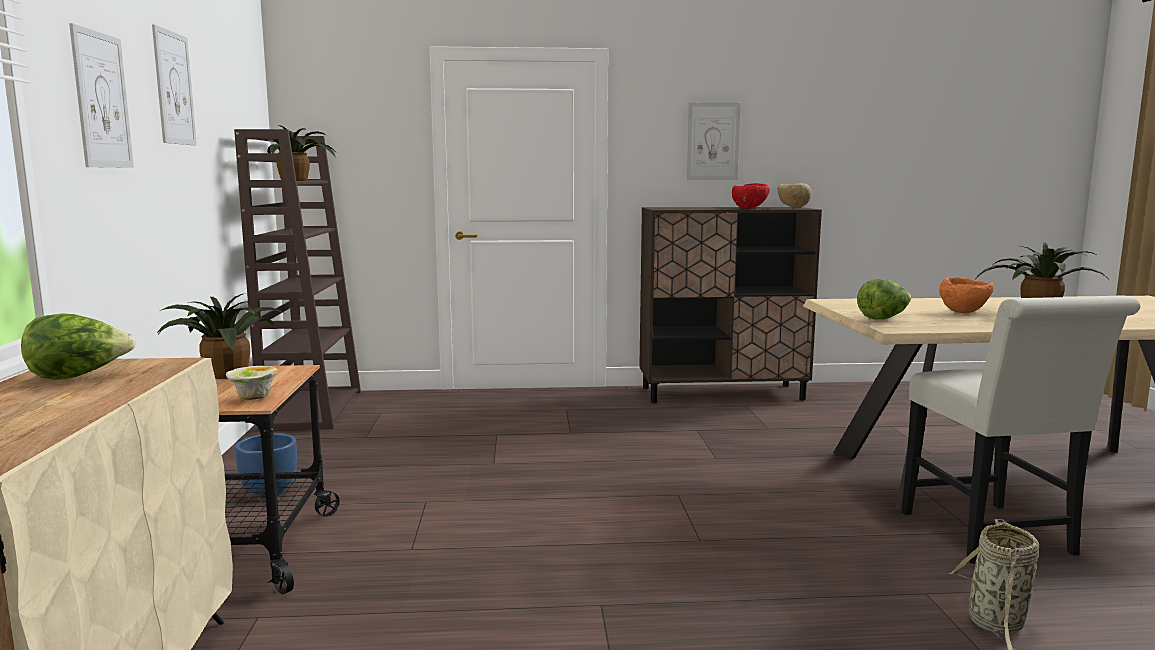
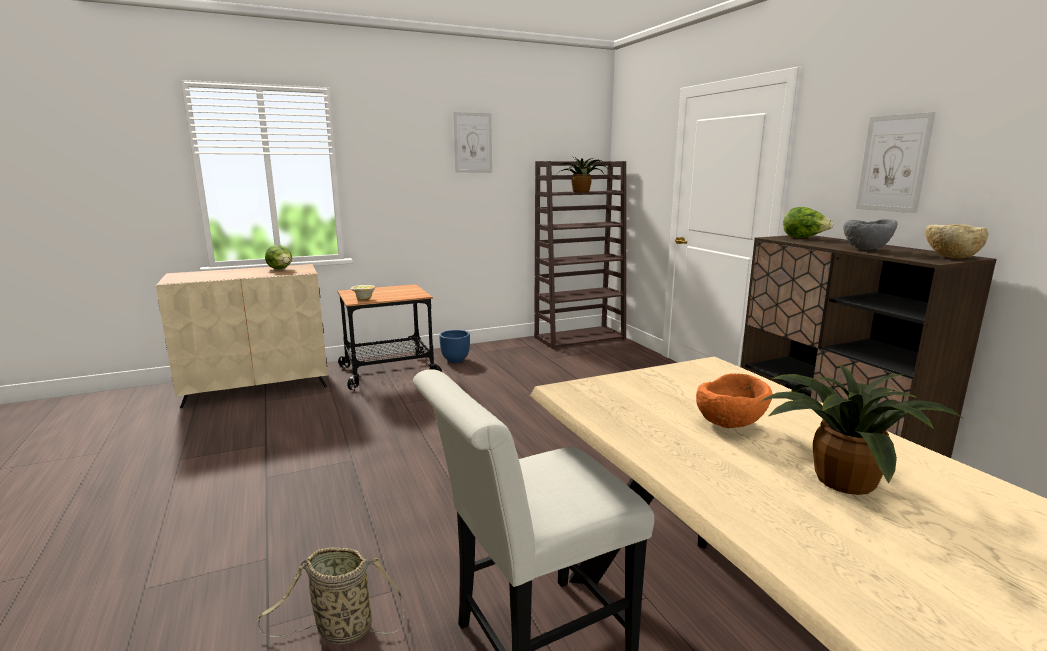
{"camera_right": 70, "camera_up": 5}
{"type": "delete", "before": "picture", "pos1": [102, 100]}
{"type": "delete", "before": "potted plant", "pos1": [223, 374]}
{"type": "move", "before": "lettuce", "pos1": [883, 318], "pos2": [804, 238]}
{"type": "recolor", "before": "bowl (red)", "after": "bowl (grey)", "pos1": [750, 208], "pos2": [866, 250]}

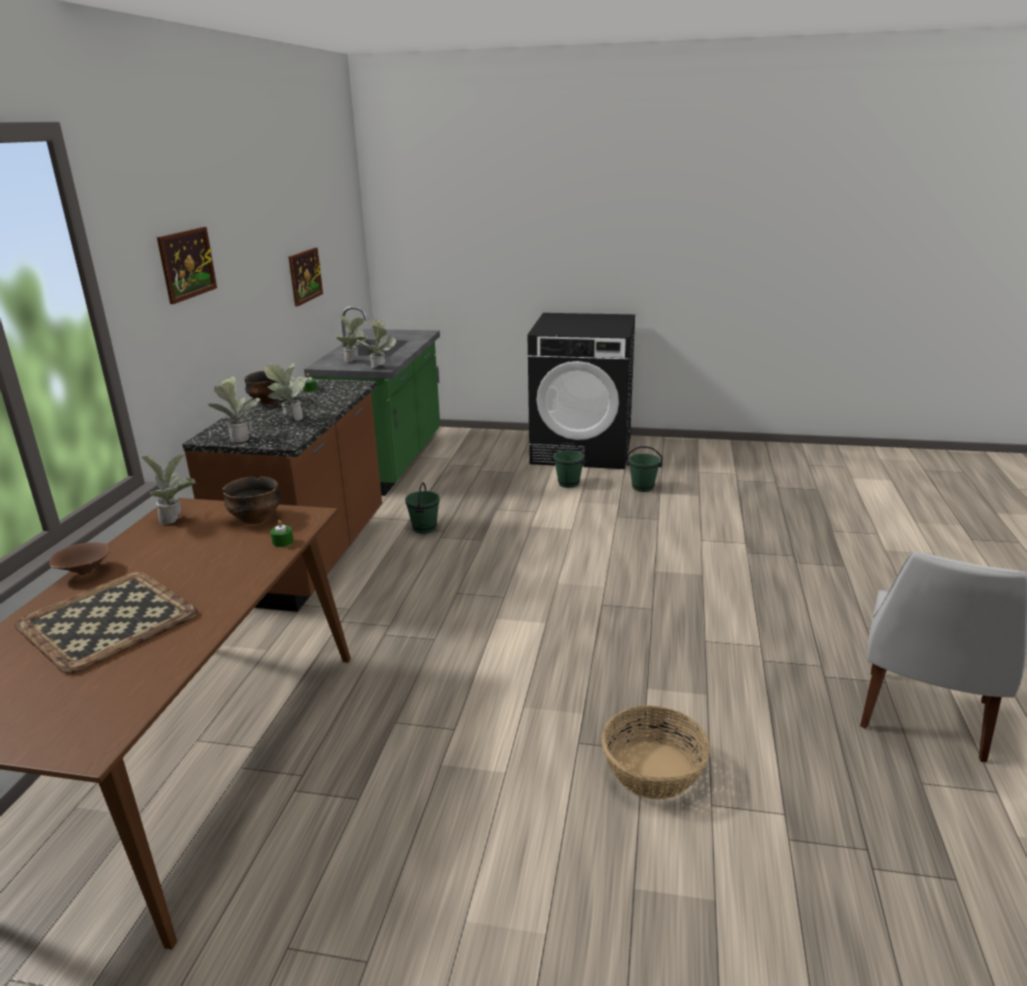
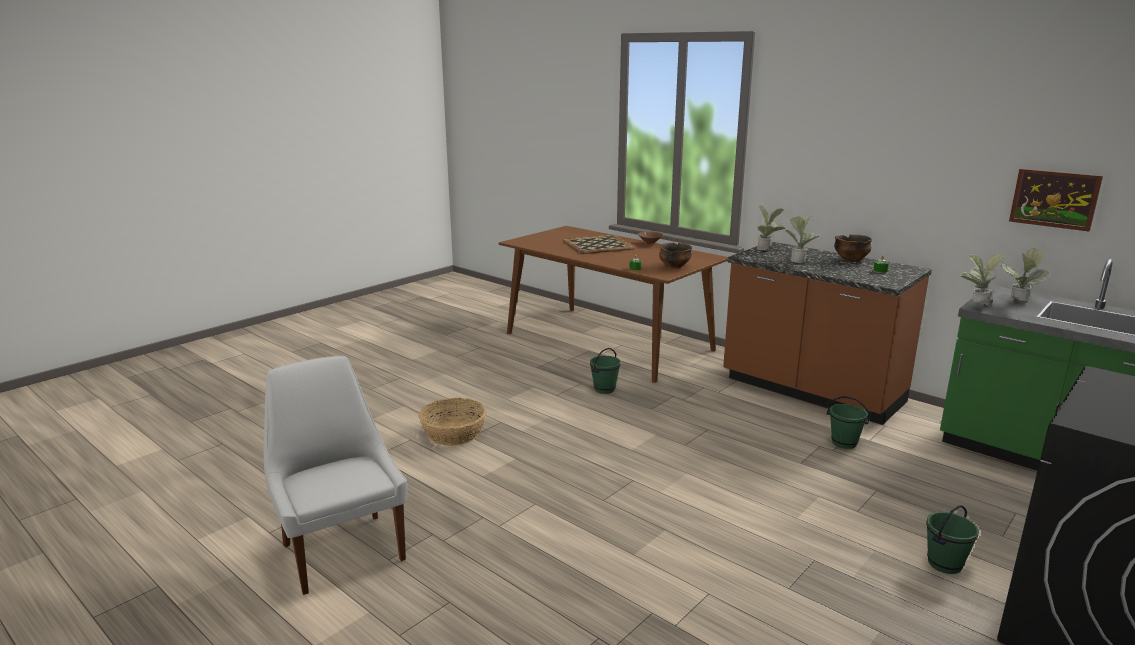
{"camera_right": 120, "camera_up": -5}
{"type": "delete", "before": "potted plant", "pos1": [176, 518]}
{"type": "delete", "before": "picture", "pos1": [187, 264]}
{"type": "move", "before": "bucket (green)", "pos1": [643, 487], "pos2": [605, 389]}

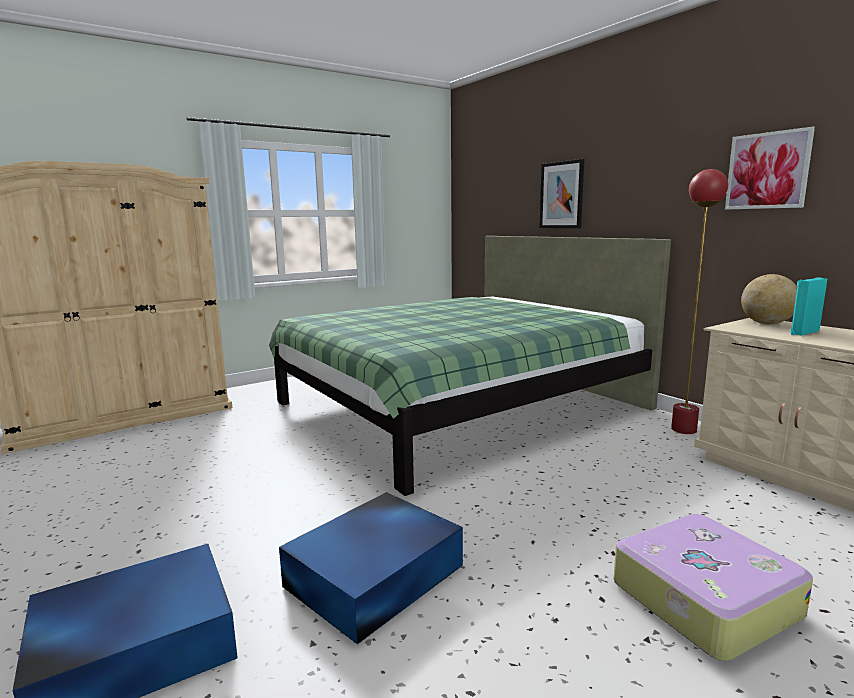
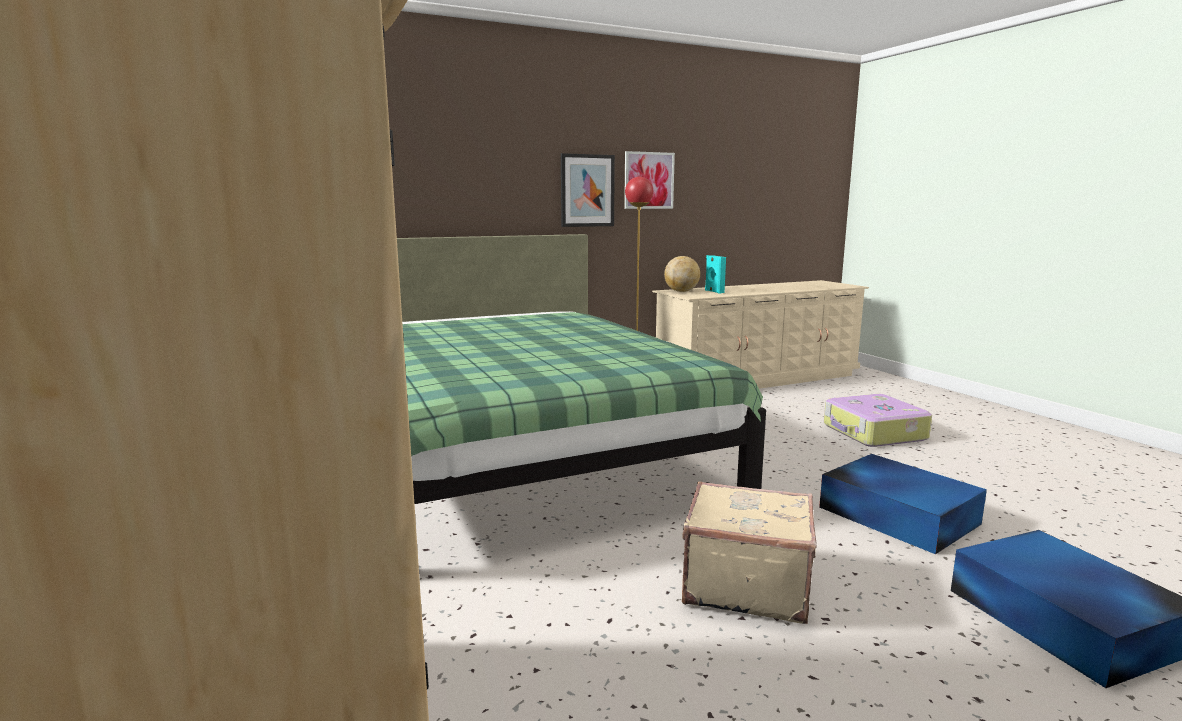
{"camera_right": -80, "camera_up": 0}
{"type": "insert", "after": "suitcase (beige)", "pos2": [745, 584]}
{"type": "move", "before": "picture", "pos1": [561, 195], "pos2": [587, 190]}

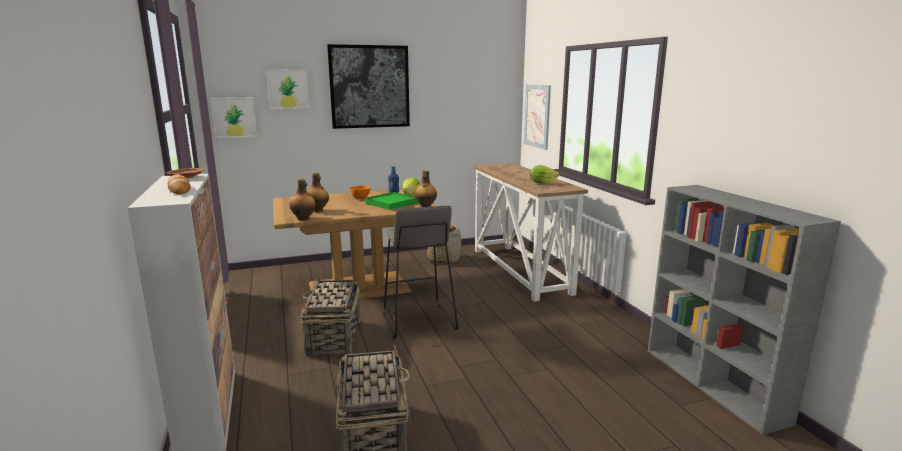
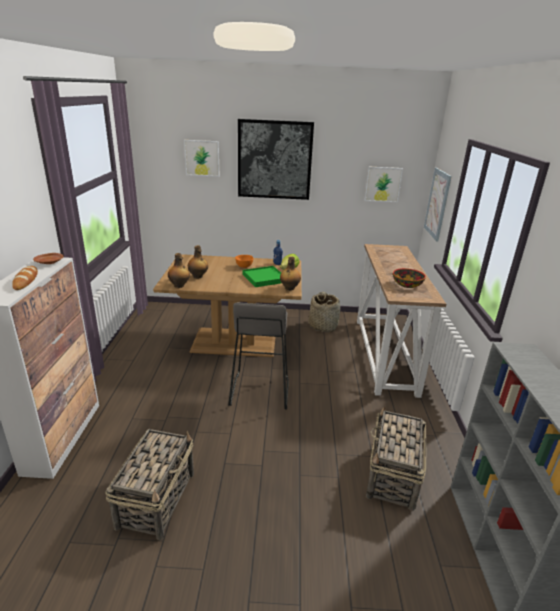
{"camera_right": 20, "camera_up": 10}
{"type": "move", "before": "picture", "pos1": [234, 117], "pos2": [383, 184]}
{"type": "move", "before": "basket", "pos1": [334, 338], "pos2": [392, 476]}
{"type": "replace", "before": "lettuce", "after": "bowl", "pos1": [542, 183], "pos2": [406, 285]}

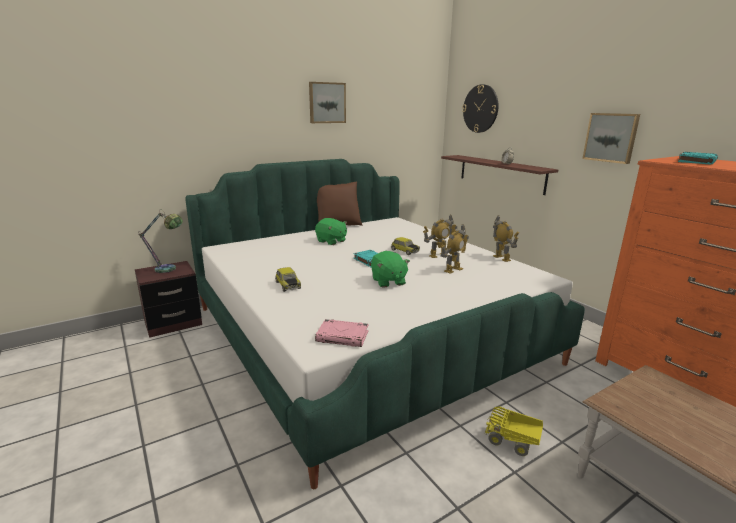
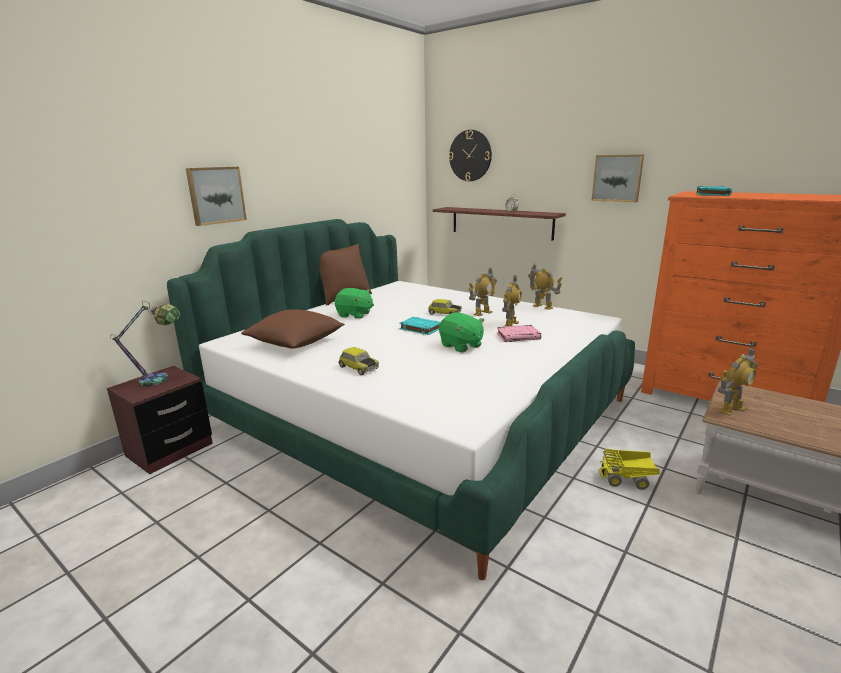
{"camera_right": -20, "camera_up": 0}
{"type": "insert", "after": "pillow (brown)", "pos2": [296, 343]}
{"type": "insert", "after": "toy robot", "pos2": [731, 409]}
{"type": "move", "before": "picture", "pos1": [326, 103], "pos2": [215, 195]}
{"type": "move", "before": "book (pink)", "pos1": [343, 336], "pos2": [518, 336]}

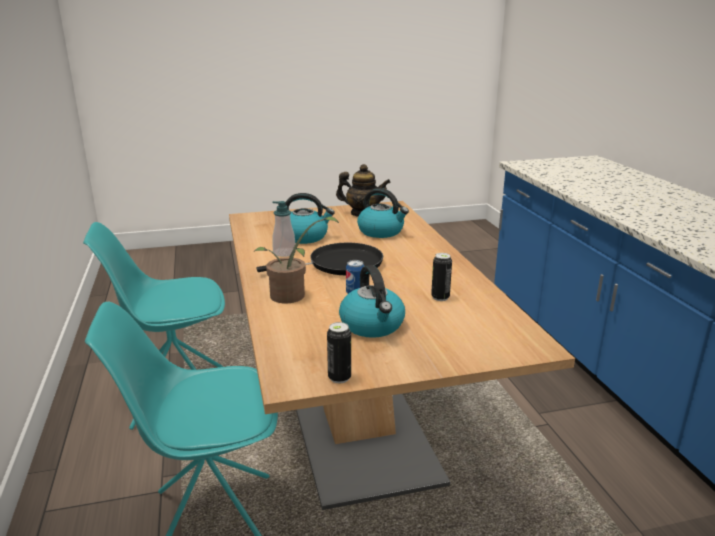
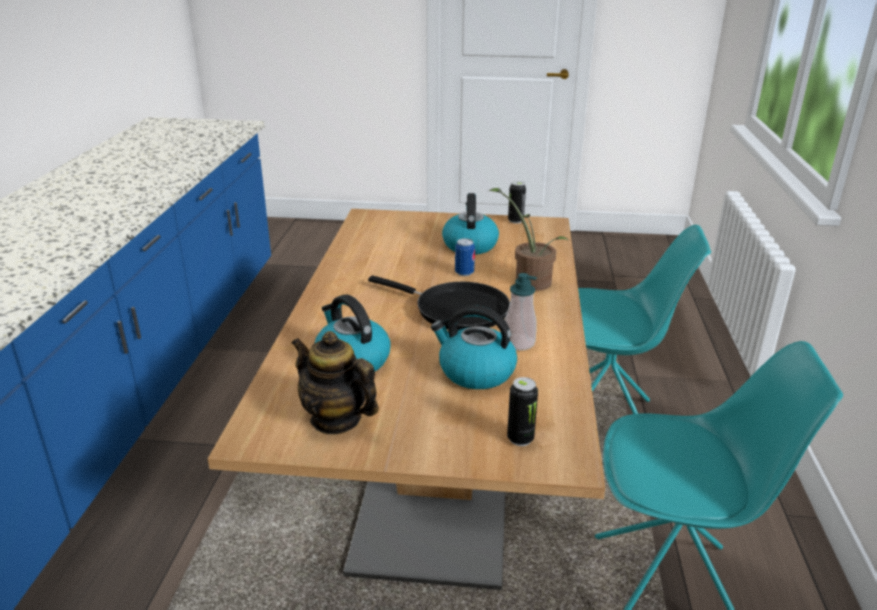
{"camera_right": -160, "camera_up": 5}
{"type": "move", "before": "can", "pos1": [440, 297], "pos2": [520, 439]}
{"type": "rotate", "before": "frying pan (black)", "pos1": [340, 264], "pos2": [456, 310], "turn": -150}

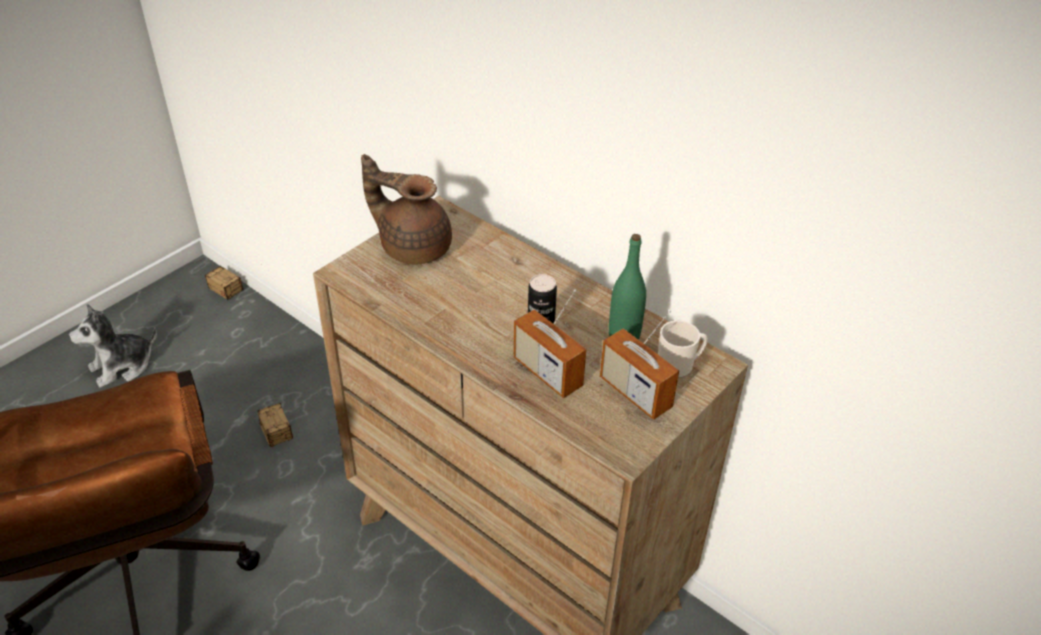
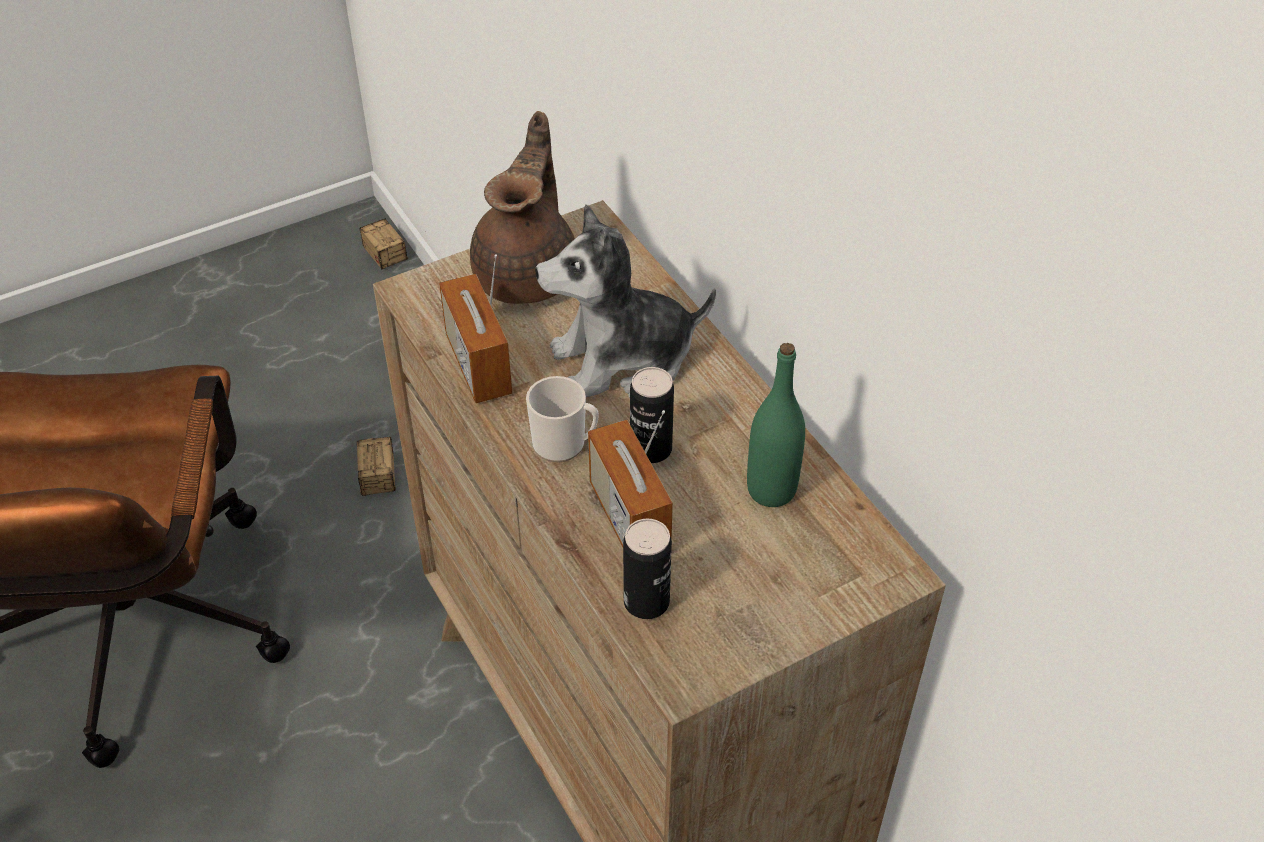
{"camera_right": 20, "camera_up": 5}
{"type": "insert", "after": "can", "pos2": [646, 602]}
{"type": "move", "before": "plush toy", "pos1": [122, 366], "pos2": [622, 362]}
{"type": "move", "before": "radio", "pos1": [635, 393], "pos2": [478, 365]}
{"type": "move", "before": "mug", "pos1": [679, 366], "pos2": [564, 444]}
{"type": "rotate", "before": "teapot (brown)", "pos1": [413, 246], "pos2": [529, 273], "turn": 60}

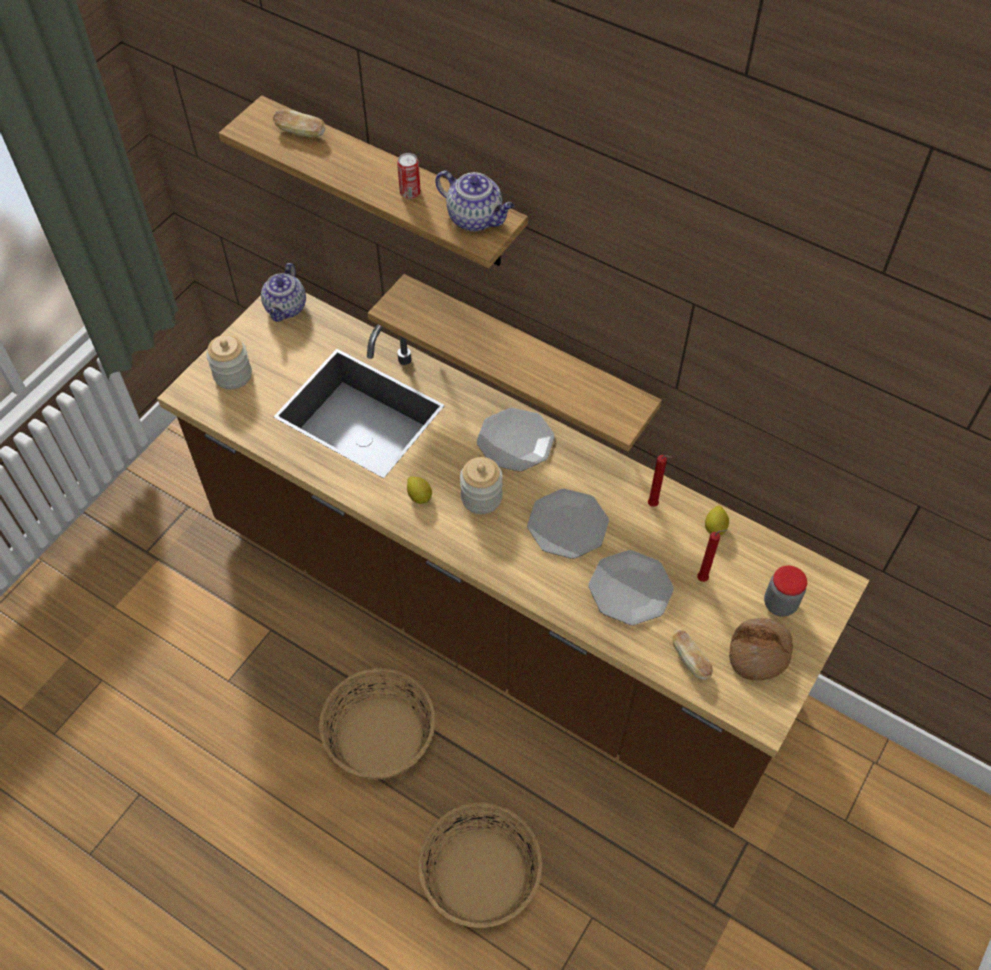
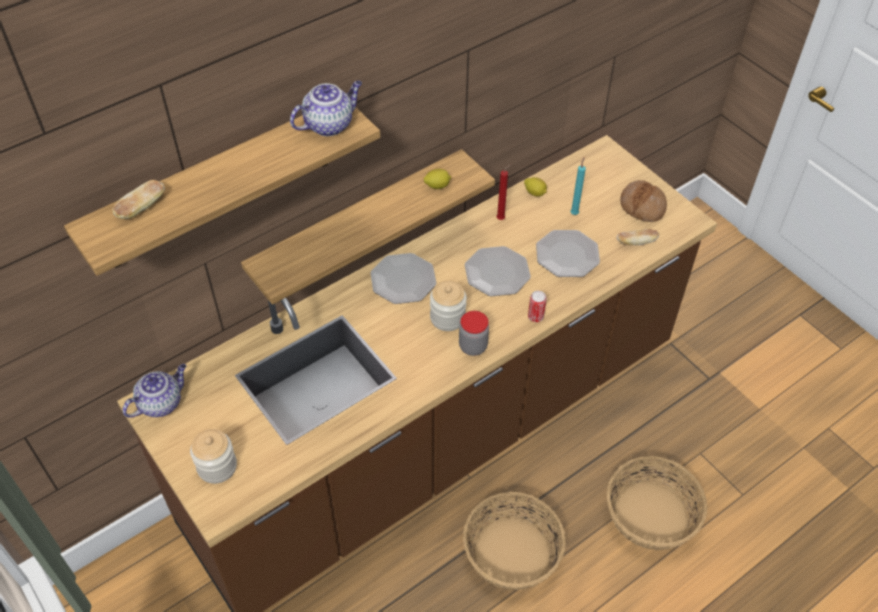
{"camera_right": -70, "camera_up": -5}
{"type": "move", "before": "can", "pos1": [410, 193], "pos2": [535, 317]}
{"type": "move", "before": "lemon", "pos1": [419, 496], "pos2": [437, 186]}
{"type": "move", "before": "jar", "pos1": [780, 604], "pos2": [473, 346]}
{"type": "recolor", "before": "candle (red)", "after": "candle (turquoise)", "pos1": [704, 579], "pos2": [574, 213]}
{"type": "rotate", "before": "teapot", "pos1": [286, 309], "pos2": [161, 403], "turn": -75}

